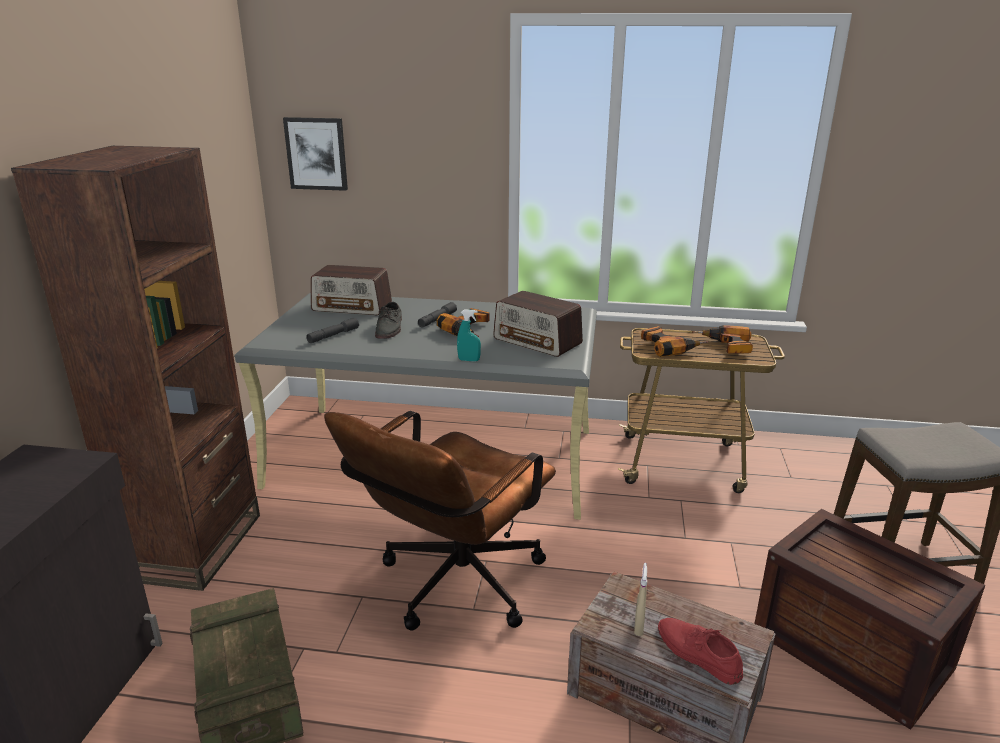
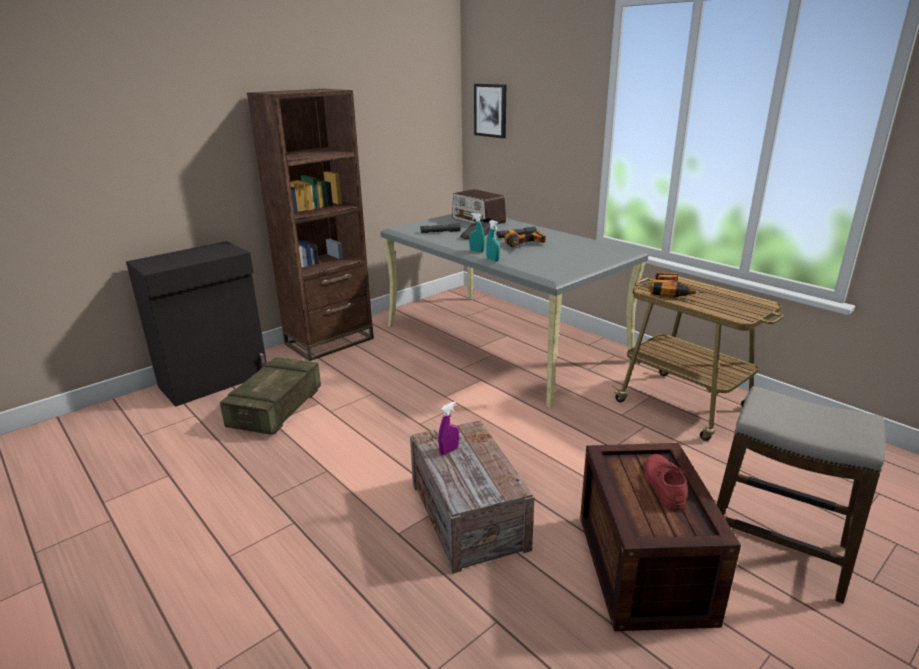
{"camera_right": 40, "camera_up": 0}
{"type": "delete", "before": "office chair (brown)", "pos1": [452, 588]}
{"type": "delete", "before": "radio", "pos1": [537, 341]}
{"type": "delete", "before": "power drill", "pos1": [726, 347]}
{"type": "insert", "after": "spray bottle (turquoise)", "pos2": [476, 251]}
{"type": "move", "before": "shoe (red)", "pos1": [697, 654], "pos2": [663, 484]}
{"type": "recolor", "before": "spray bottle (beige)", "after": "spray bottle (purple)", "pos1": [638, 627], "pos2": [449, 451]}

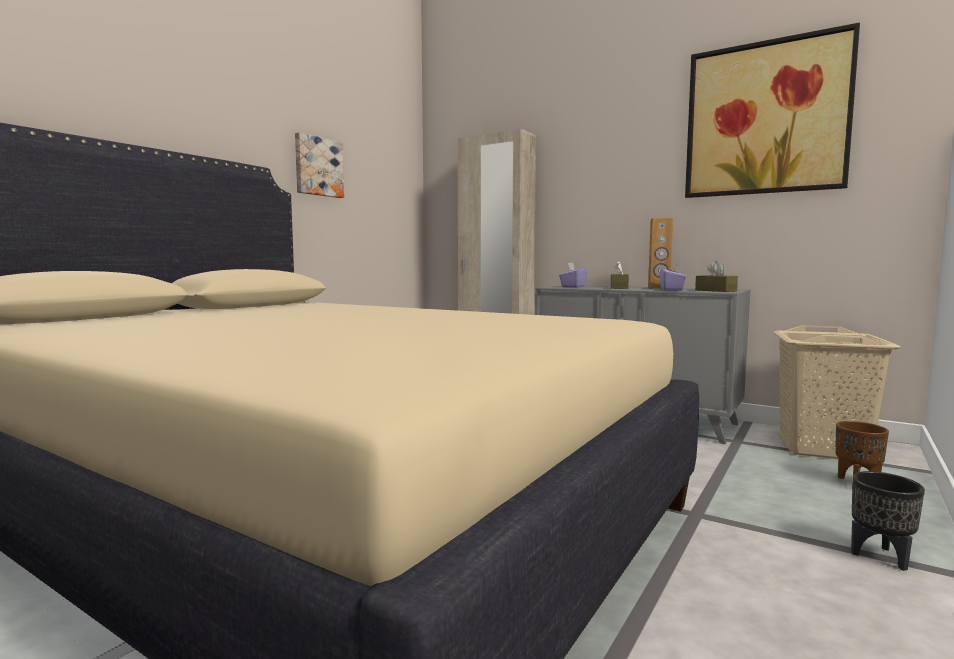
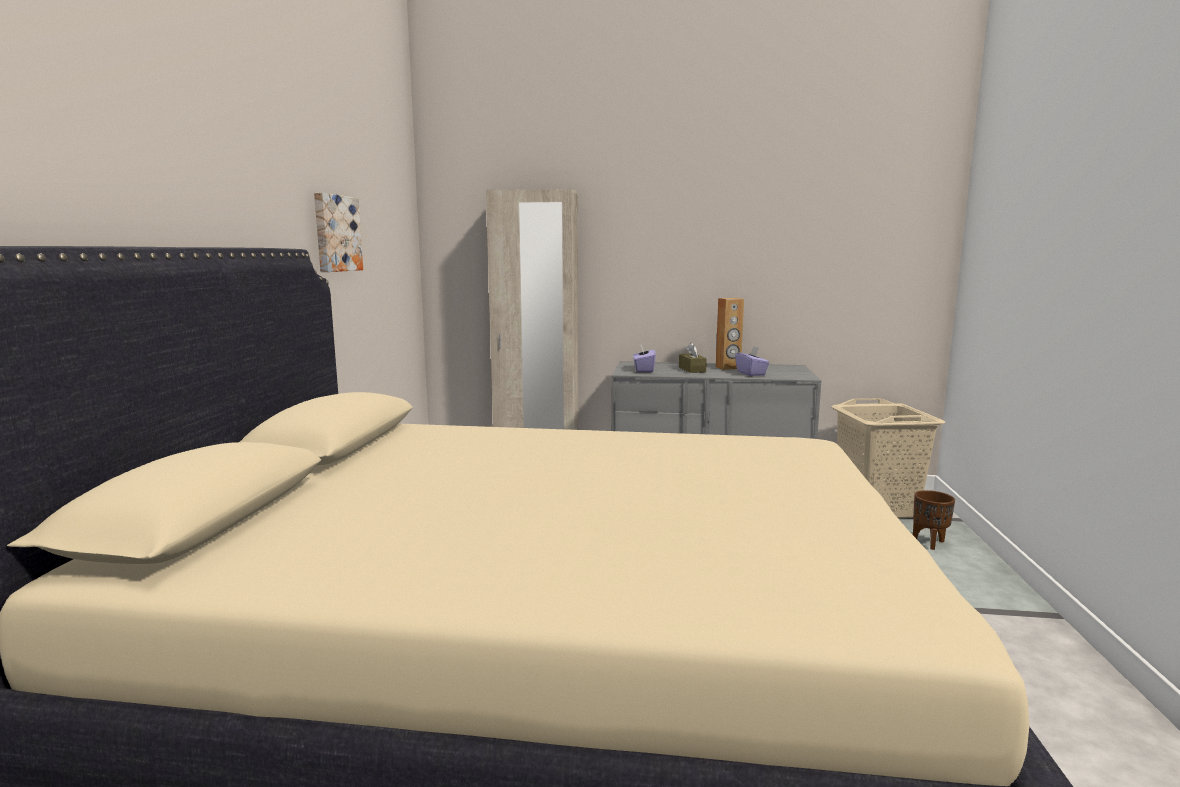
{"camera_right": -25, "camera_up": 5}
{"type": "delete", "before": "picture", "pos1": [765, 119]}
{"type": "delete", "before": "tissue box (brown)", "pos1": [715, 291]}
{"type": "delete", "before": "planter (black)", "pos1": [879, 556]}

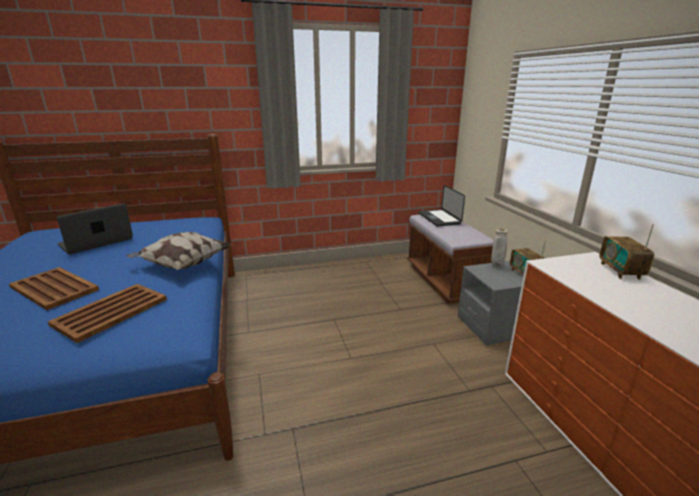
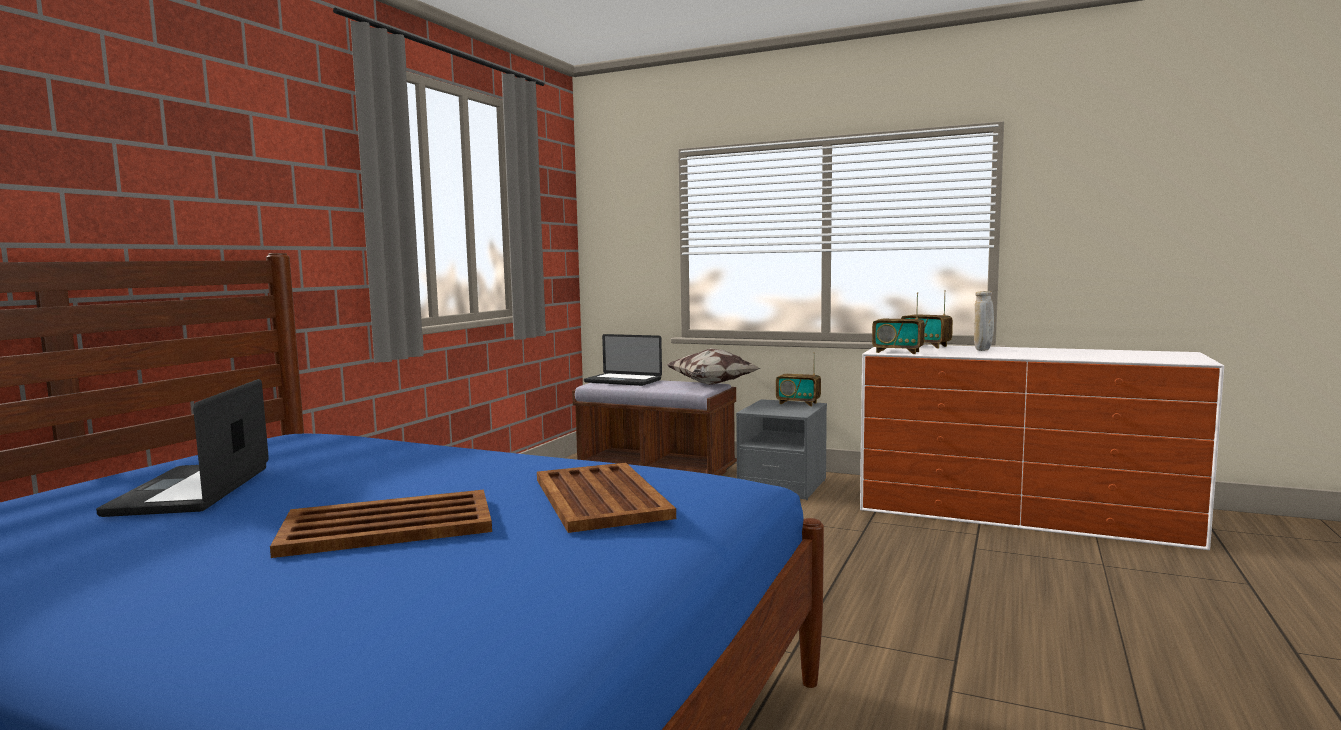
{"camera_right": -50, "camera_up": -15}
{"type": "insert", "after": "radio", "pos2": [898, 352]}
{"type": "move", "before": "pillow", "pos1": [182, 265], "pos2": [711, 384]}
{"type": "move", "before": "vase (beige)", "pos1": [496, 266], "pos2": [983, 350]}

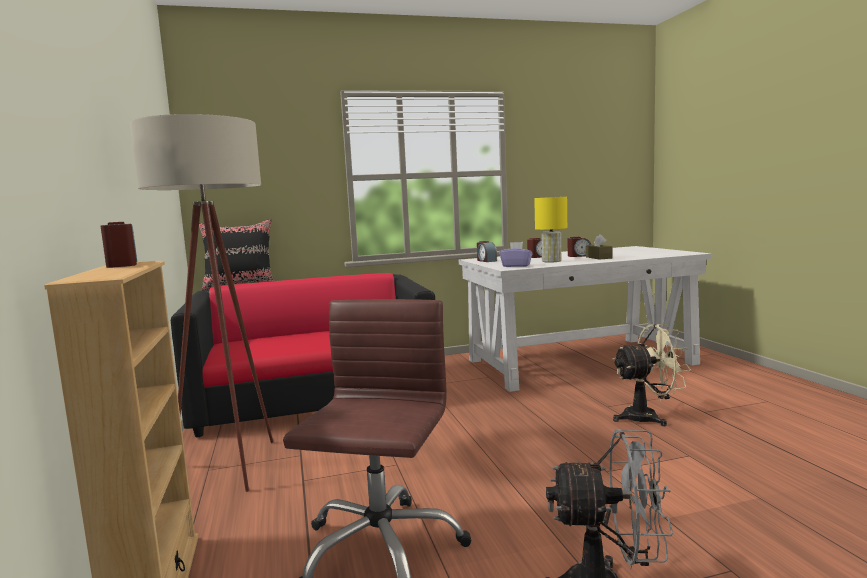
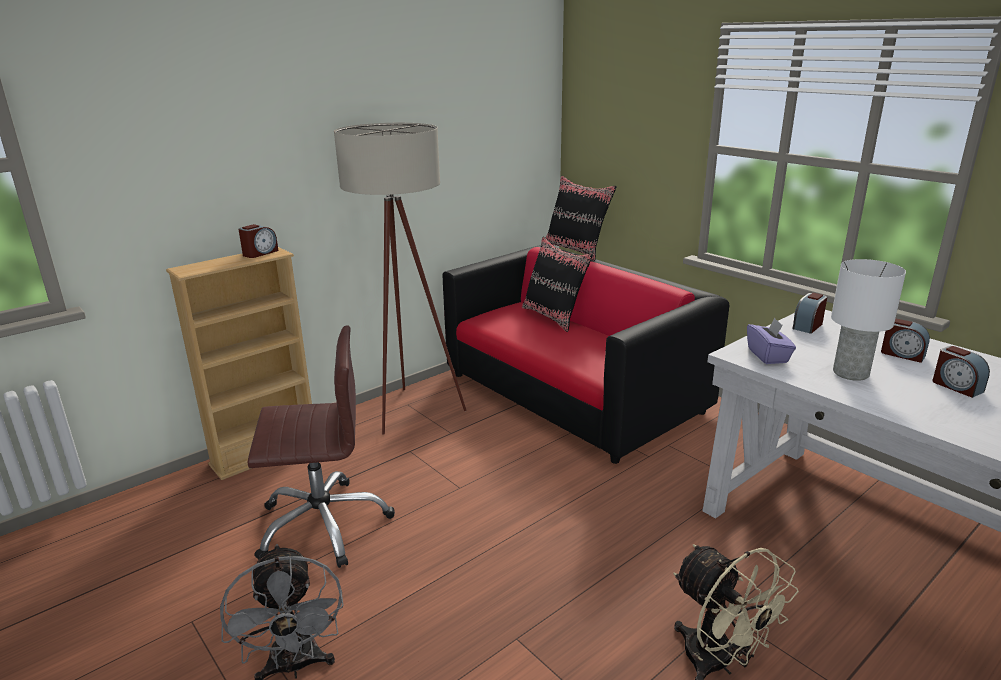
{"camera_right": 65, "camera_up": 15}
{"type": "delete", "before": "tissue box (brown)", "pos1": [598, 257]}
{"type": "insert", "after": "pillow (black)", "pos2": [554, 317]}
{"type": "recolor", "before": "table lamp (yellow)", "after": "table lamp (white)", "pos1": [552, 261], "pos2": [851, 373]}

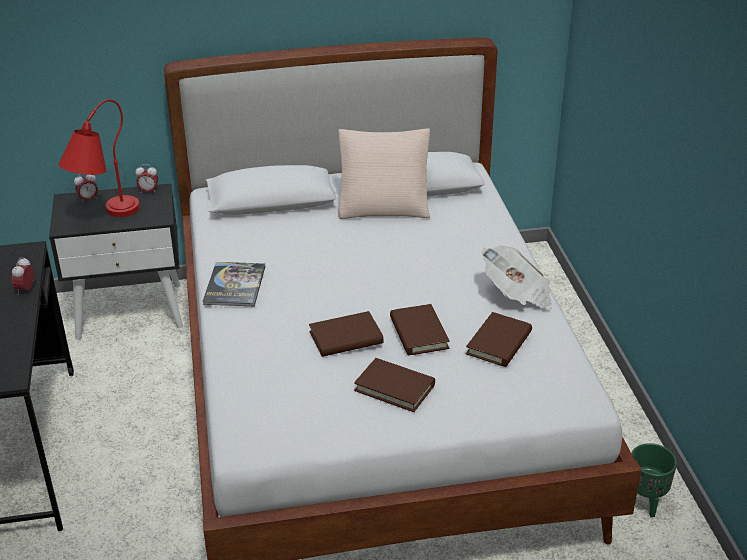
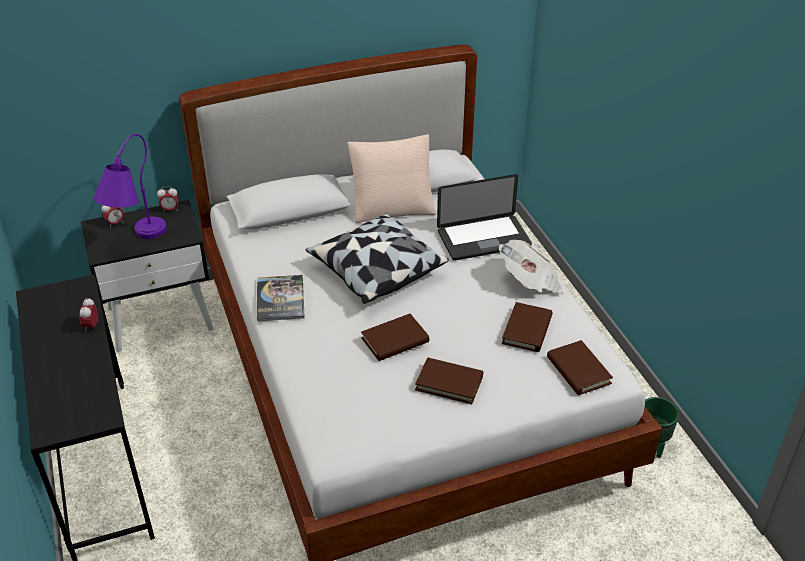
{"camera_right": -10, "camera_up": 5}
{"type": "insert", "after": "pillow", "pos2": [376, 271]}
{"type": "insert", "after": "laptop", "pos2": [483, 239]}
{"type": "move", "before": "book (brown)", "pos1": [418, 333], "pos2": [578, 370]}
{"type": "recolor", "before": "table lamp (red)", "after": "table lamp (purple)", "pos1": [104, 217], "pos2": [136, 241]}

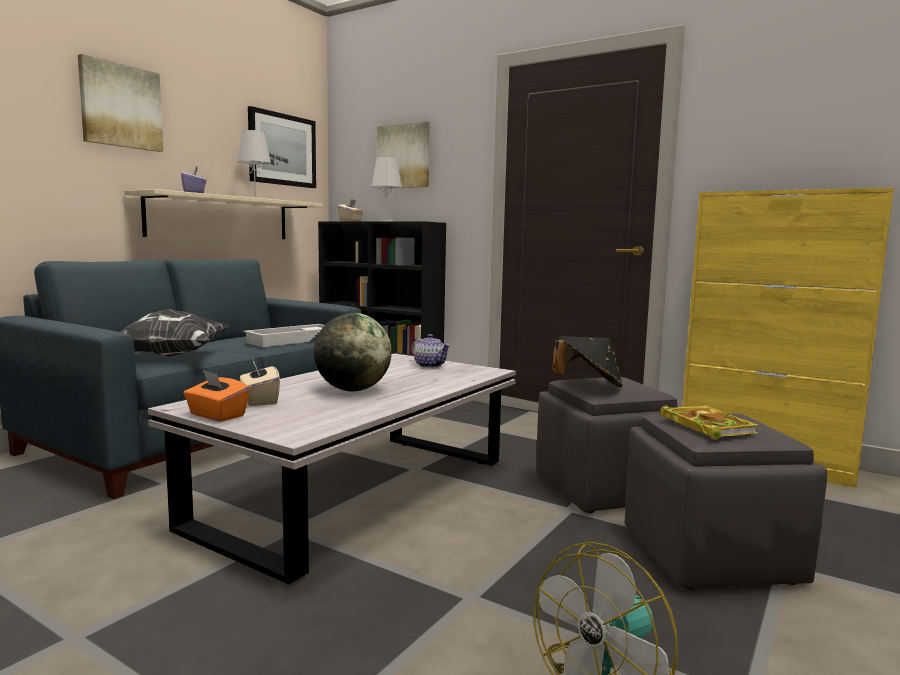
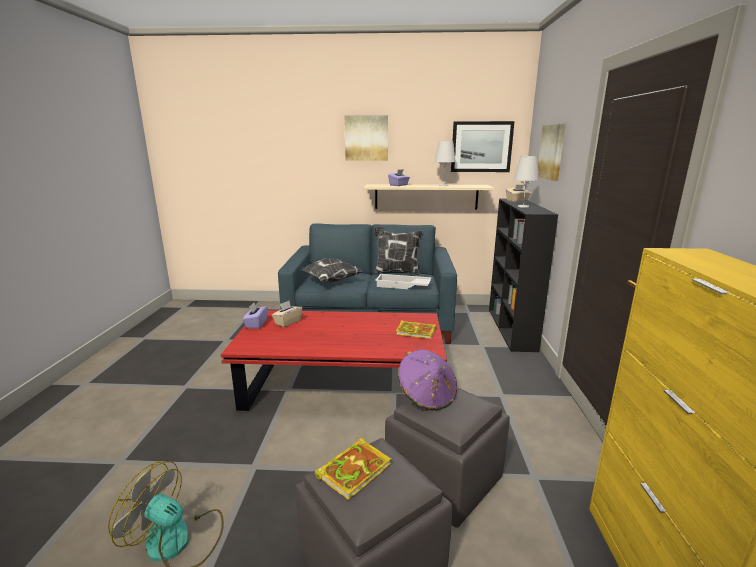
{"camera_right": 60, "camera_up": 10}
{"type": "delete", "before": "globe", "pos1": [352, 390]}
{"type": "insert", "after": "pillow", "pos2": [396, 272]}
{"type": "replace", "before": "teapot", "after": "book", "pos1": [430, 365], "pos2": [417, 332]}
{"type": "recolor", "before": "coffee table (white)", "after": "coffee table (red)", "pos1": [360, 493], "pos2": [342, 389]}
{"type": "recolor", "before": "tissue box (orange)", "after": "tissue box (purple)", "pos1": [216, 415], "pos2": [256, 324]}
{"type": "recolor", "before": "hat (black)", "after": "hat (purple)", "pos1": [588, 385], "pos2": [427, 396]}

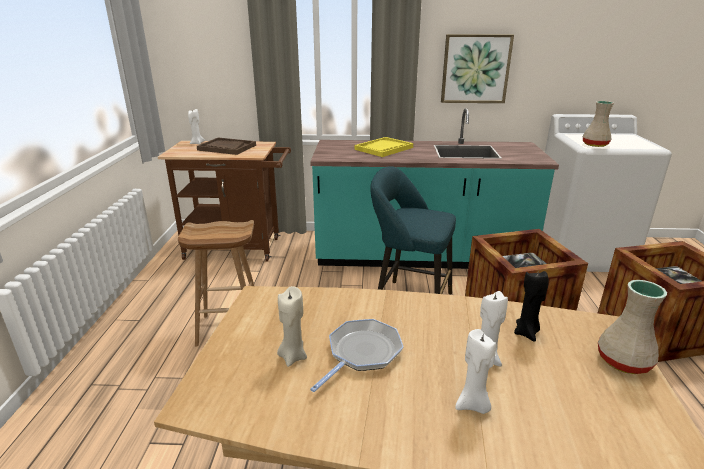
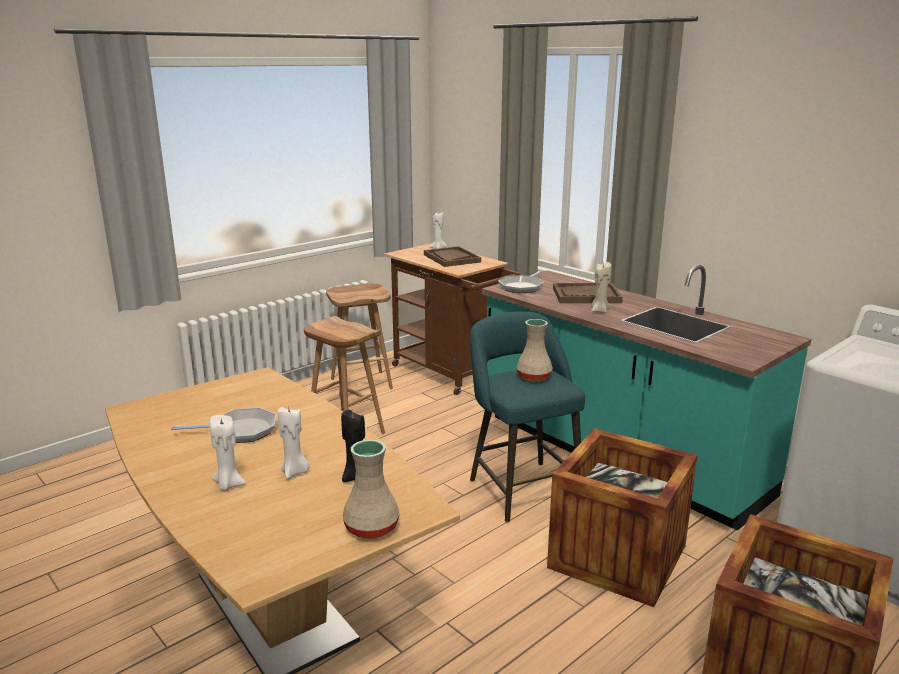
{"camera_right": 45, "camera_up": -5}
{"type": "delete", "before": "picture", "pos1": [475, 69]}
{"type": "insert", "after": "stool (brown)", "pos2": [362, 383]}
{"type": "insert", "after": "frying pan", "pos2": [522, 287]}
{"type": "move", "before": "candle (beige)", "pos1": [293, 356], "pos2": [599, 311]}
{"type": "move", "before": "vase (beige)", "pos1": [595, 145], "pos2": [534, 377]}
{"type": "recolor", "before": "tray (yellow)", "after": "tray (brown)", "pos1": [384, 148], "pos2": [586, 295]}

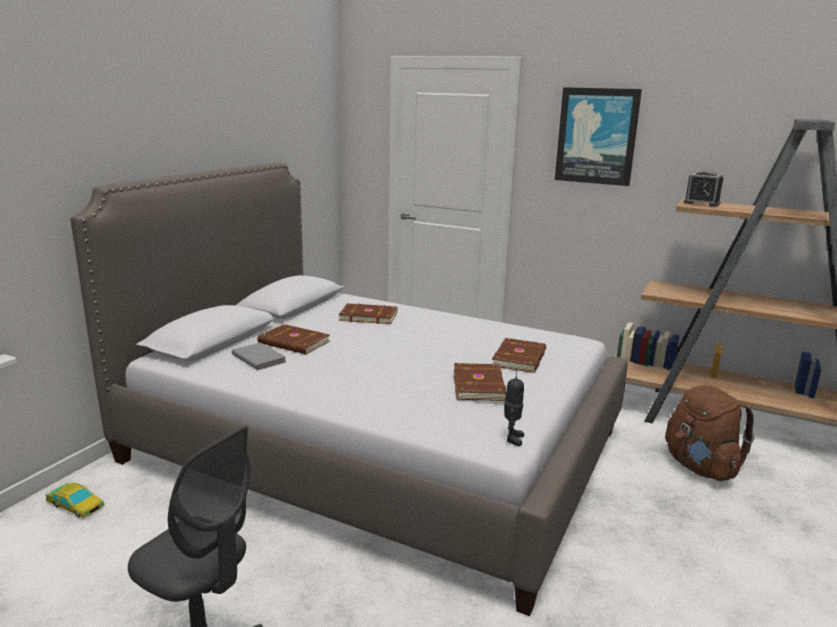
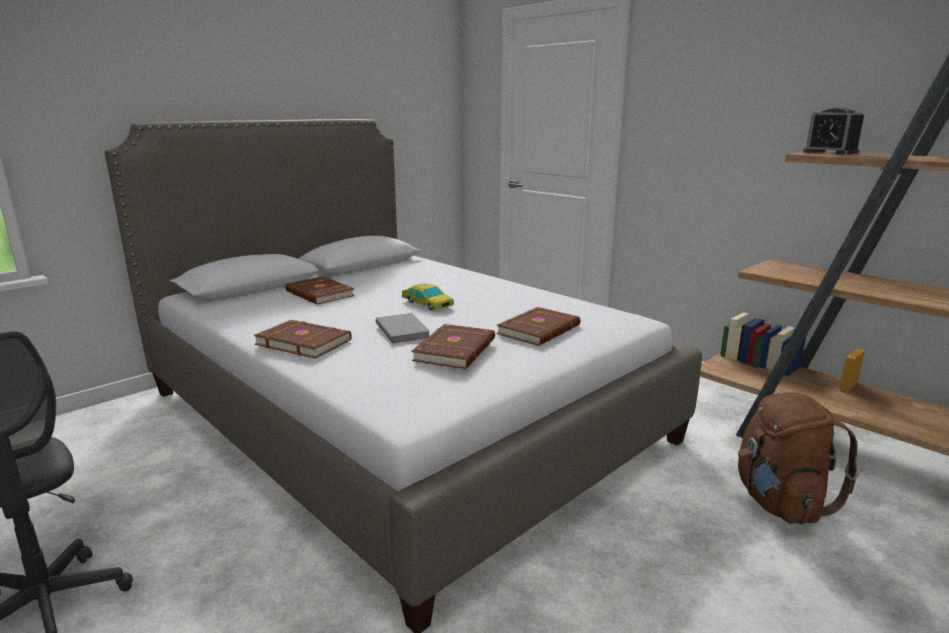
{"camera_right": 20, "camera_up": 0}
{"type": "delete", "before": "toy robot", "pos1": [512, 439]}
{"type": "delete", "before": "picture", "pos1": [596, 136]}
{"type": "move", "before": "toy car", "pos1": [75, 505], "pos2": [427, 303]}
{"type": "move", "before": "book (grey)", "pos1": [259, 358], "pos2": [403, 330]}
{"type": "move", "before": "book (brown)", "pos1": [368, 316], "pos2": [304, 342]}

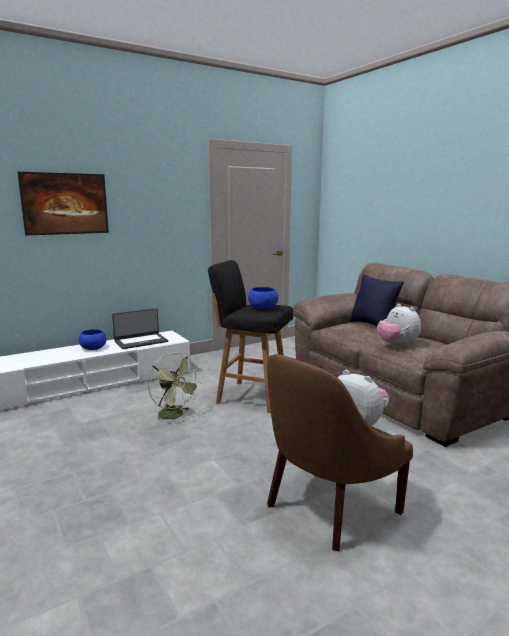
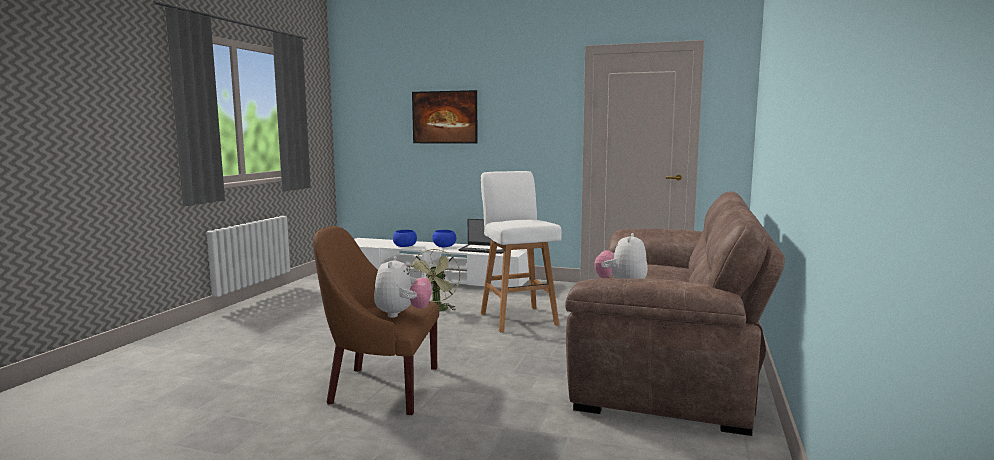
{"camera_right": 50, "camera_up": -5}
{"type": "delete", "before": "pillow (blue)", "pos1": [373, 325]}
{"type": "move", "before": "bowl (blue)", "pos1": [262, 308], "pos2": [404, 246]}
{"type": "recolor", "before": "stool (black)", "after": "stool (white)", "pos1": [251, 396], "pos2": [518, 318]}

